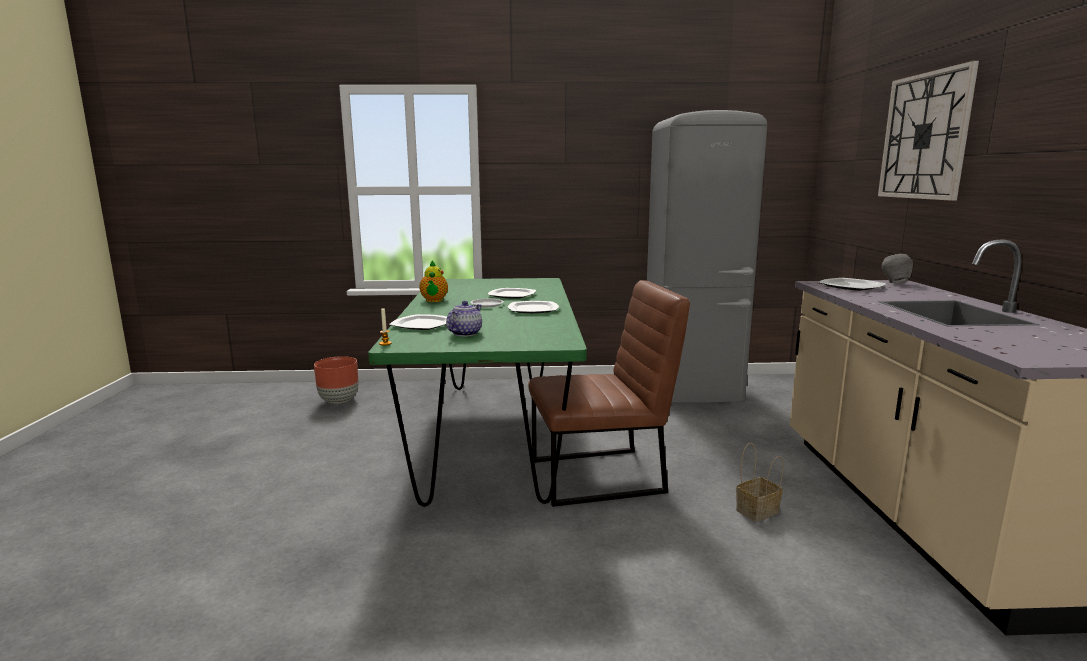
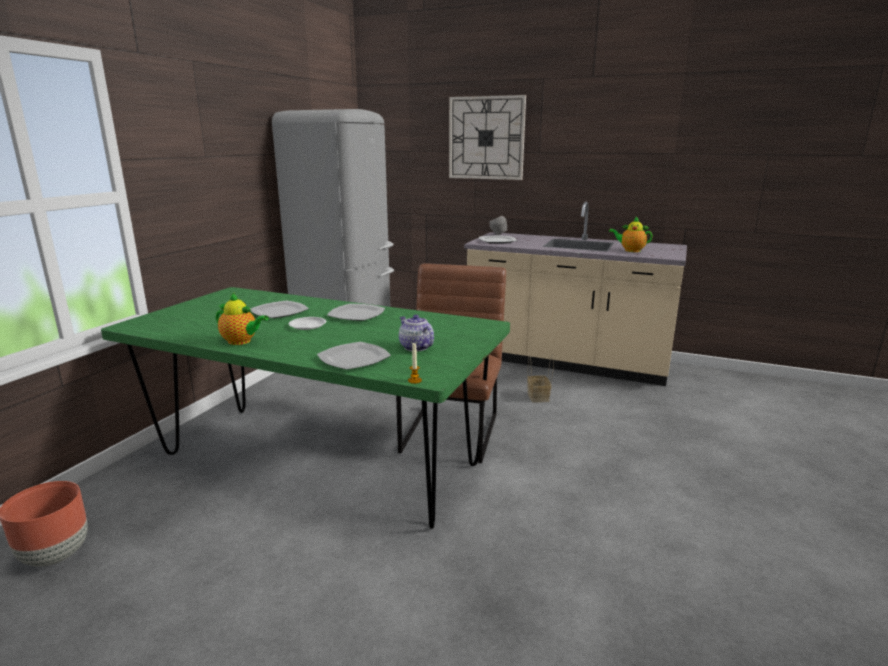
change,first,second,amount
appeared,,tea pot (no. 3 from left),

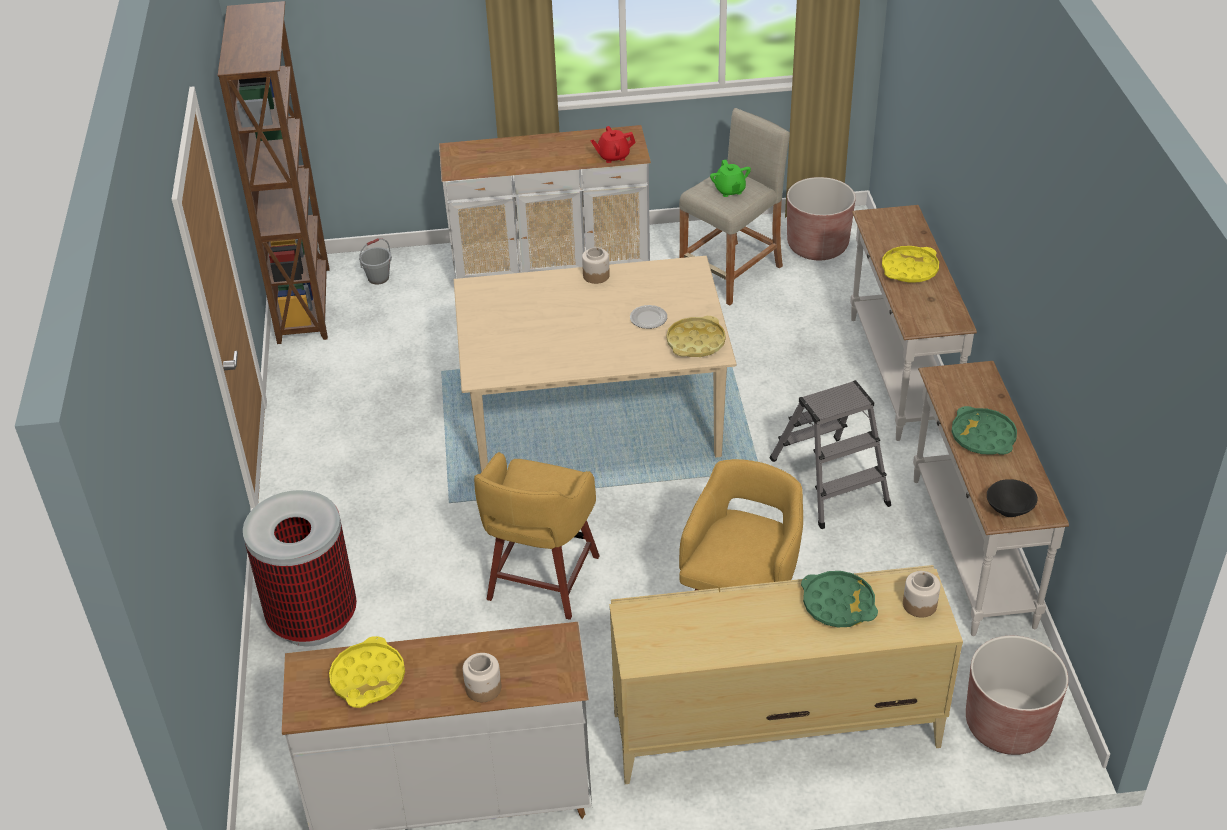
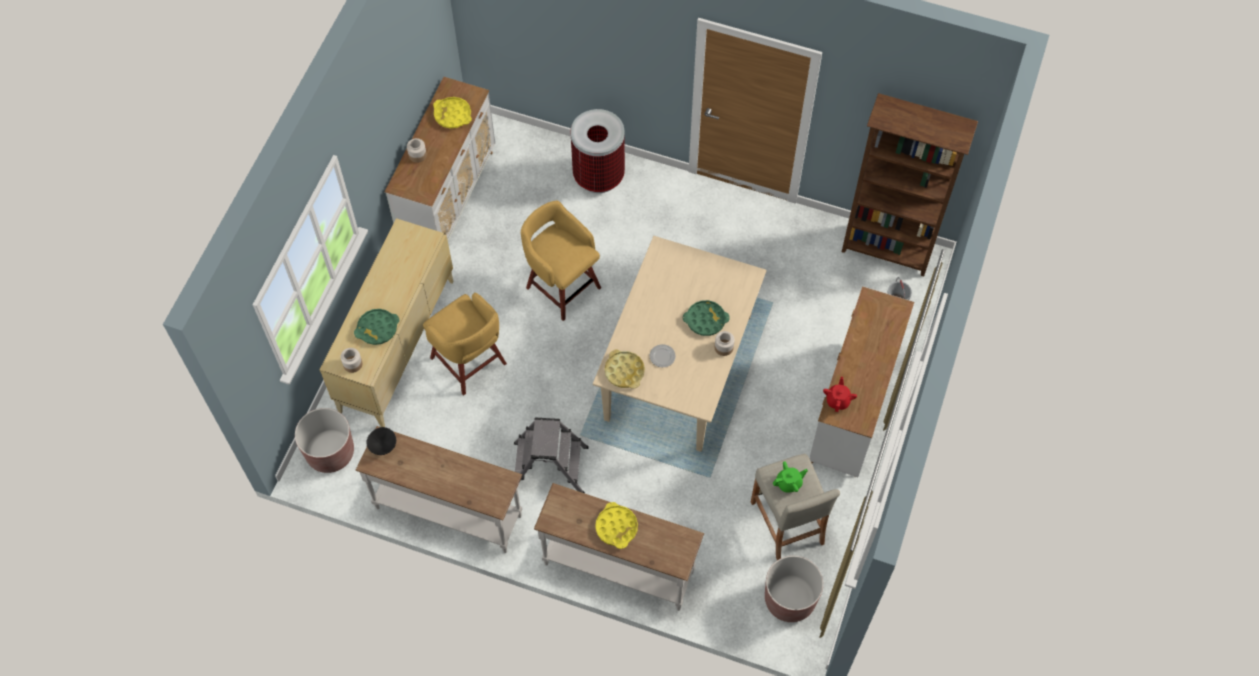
change,first,second,amount
spun,tea pot in greenish,,150 degrees clockwise
relocated,carrying tray in greenish (no. 2 from left),,

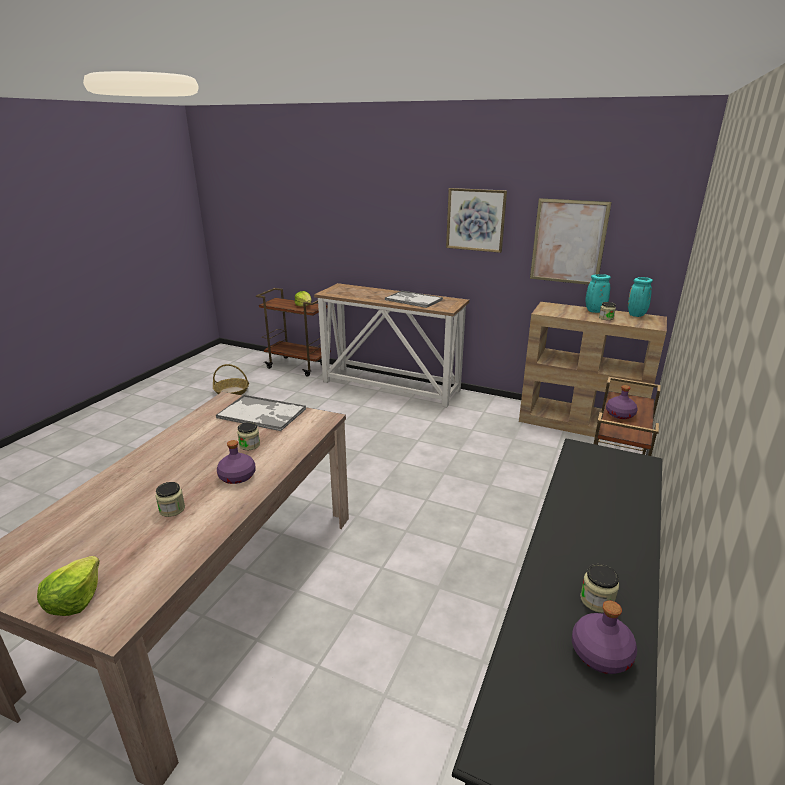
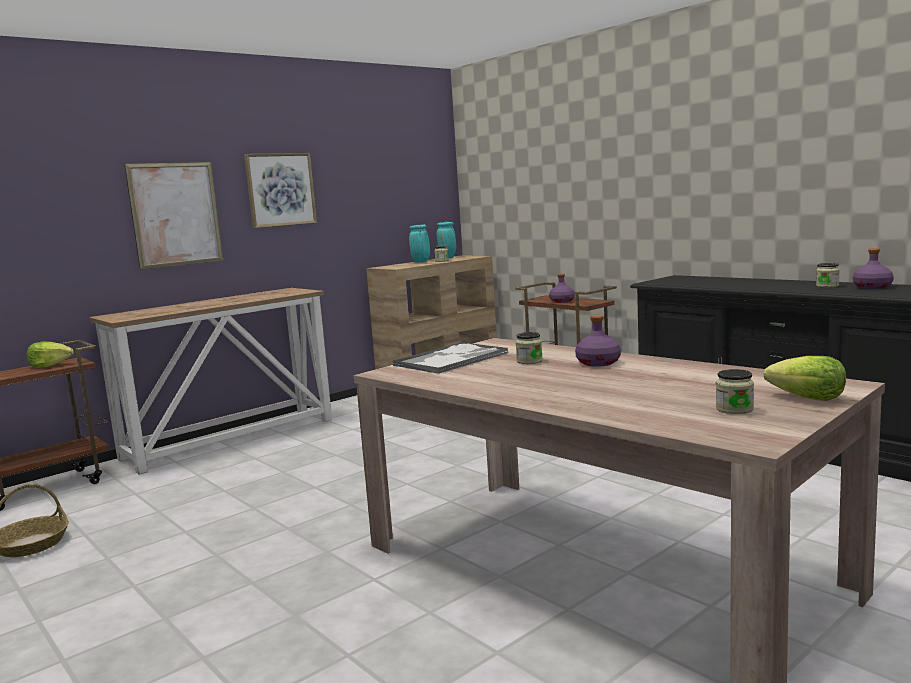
change,first,second,amount
relocated,jar (no. 1 from left in the first image),jar (no. 3 from left),
missing,carrying tray (no. 2 from left),,
relocated,wall art (no. 2 from left in the first image),wall art (no. 1 from left),

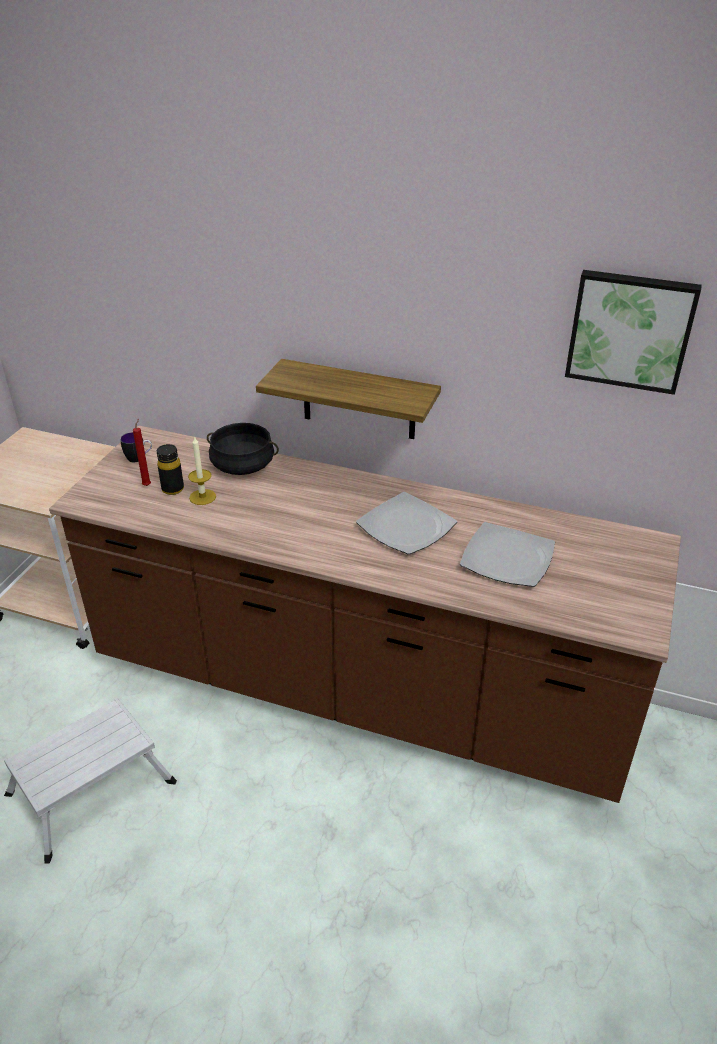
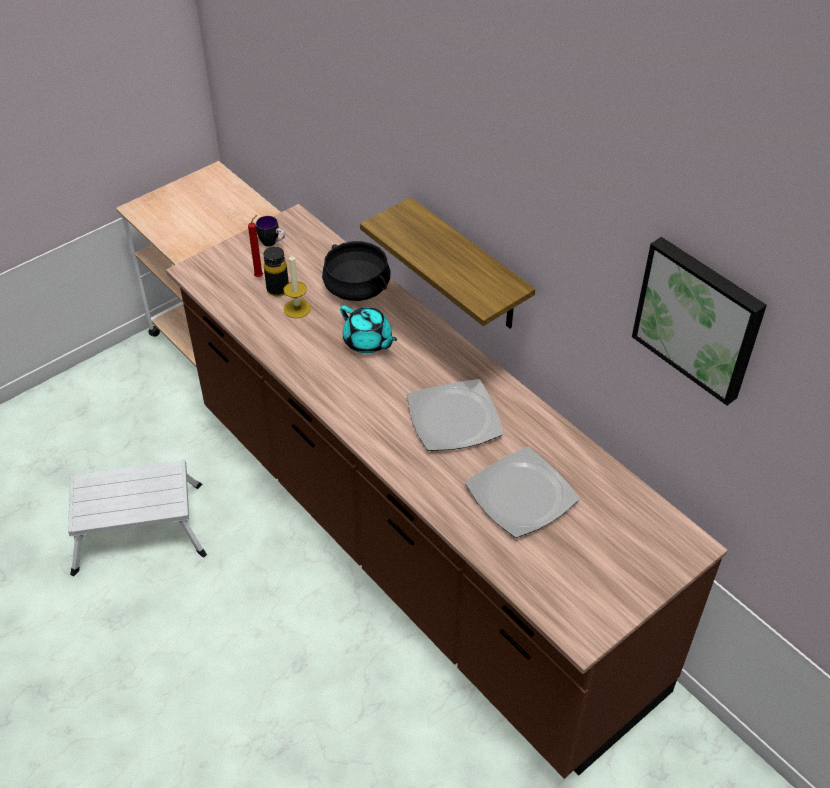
change,first,second,amount
appeared,,tea pot in turquoise,

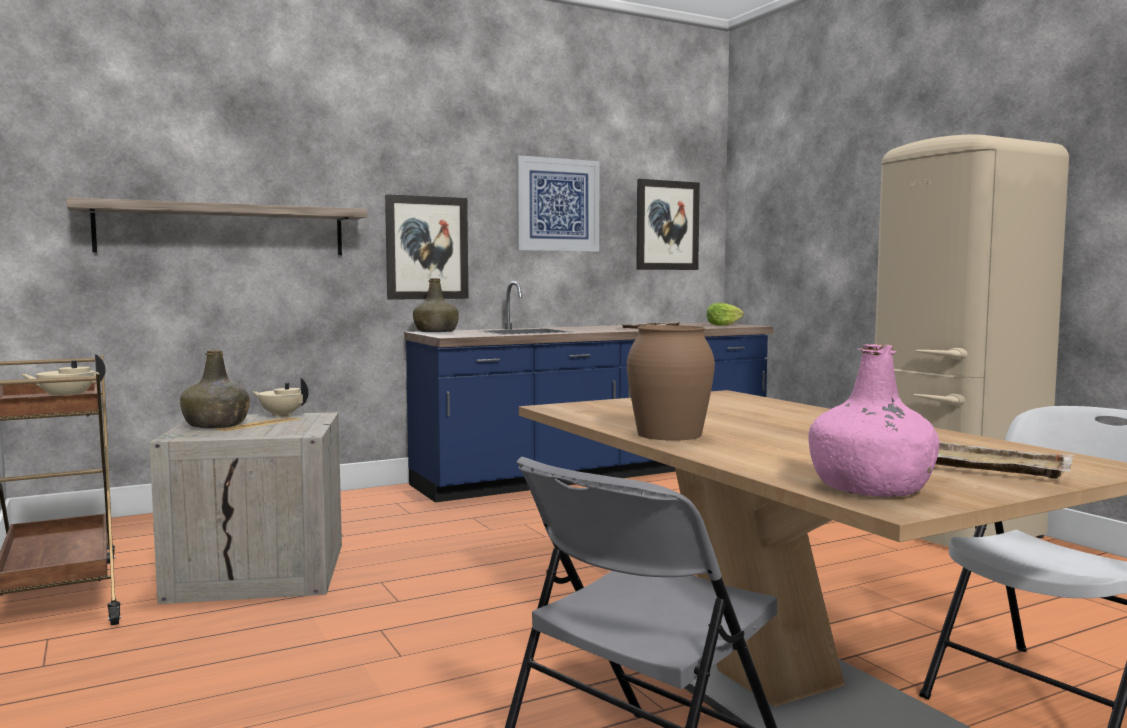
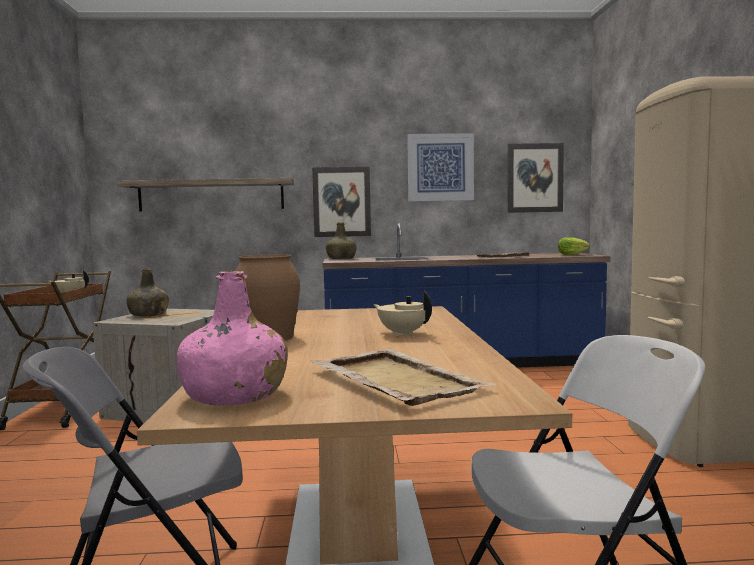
change,first,second,amount
relocated,tea pot in beige (no. 2 from left),,

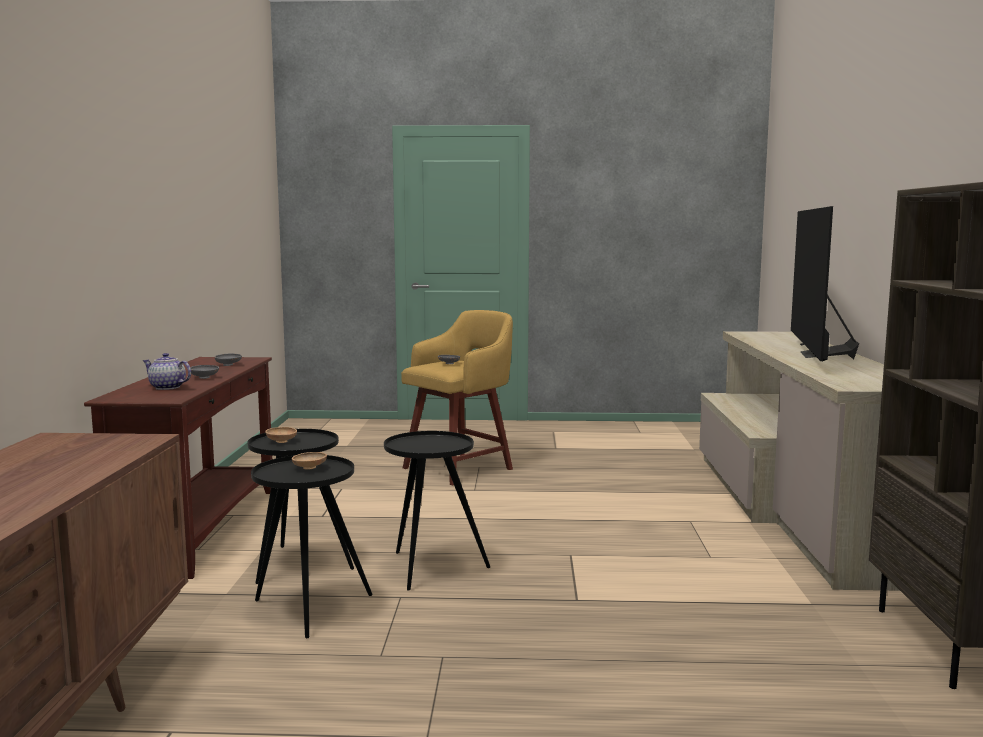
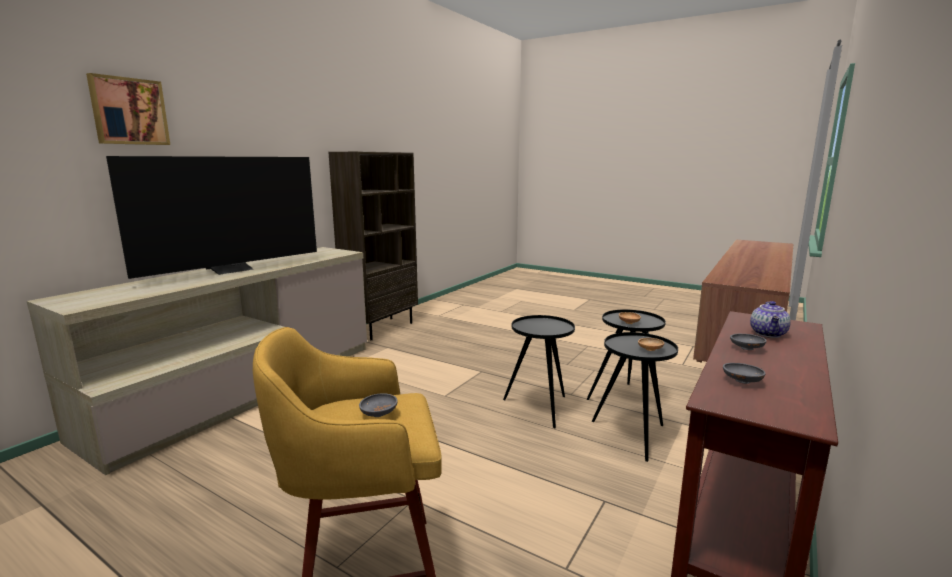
change,first,second,amount
spun,tea pot,,60 degrees clockwise
appeared,,wall art,

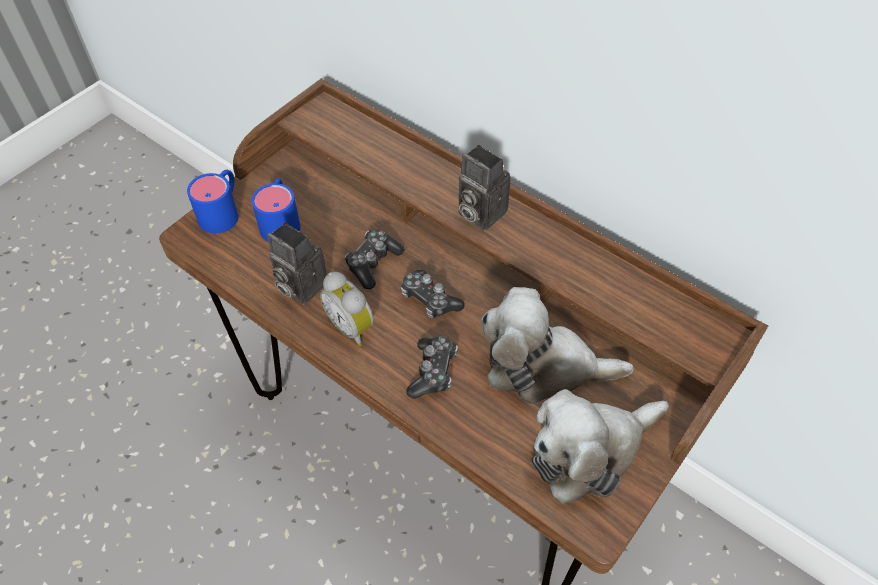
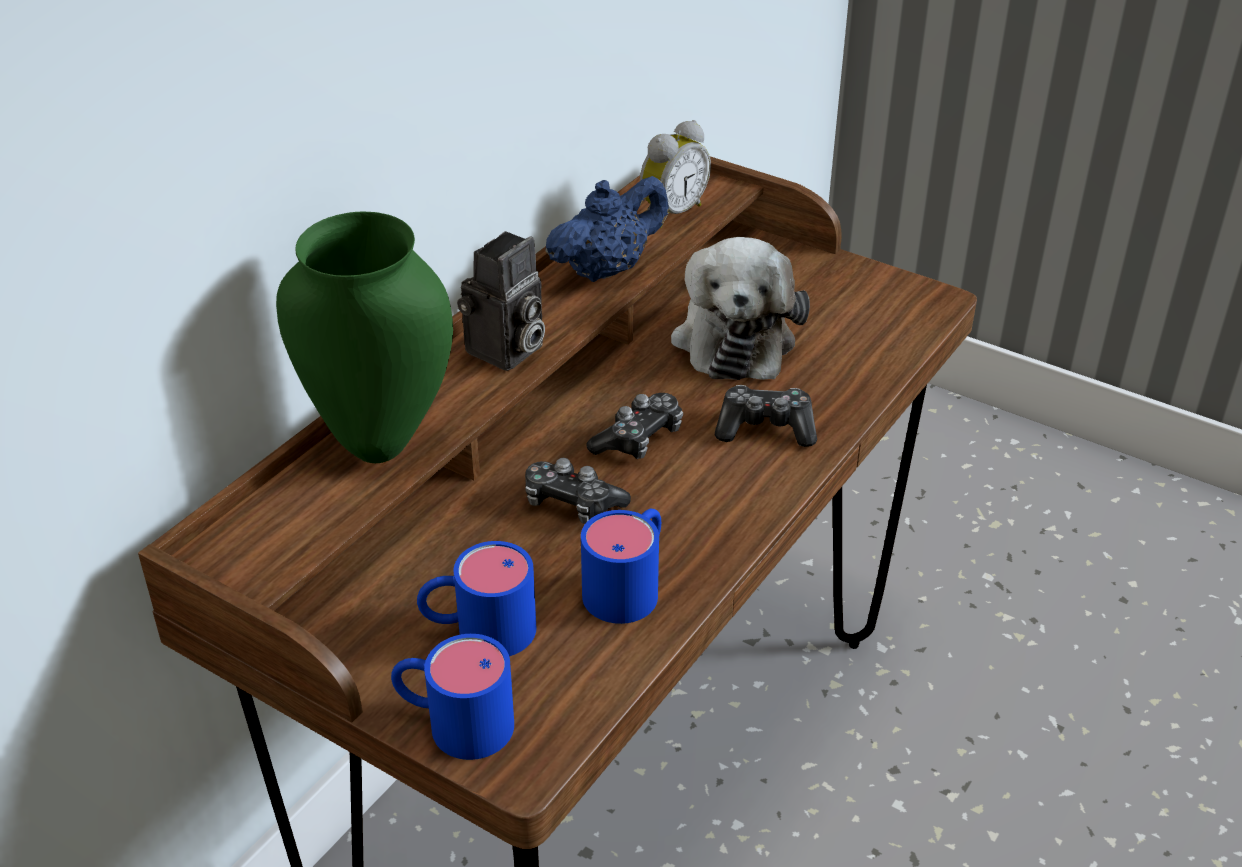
change,first,second,amount
exchanged,still camera (no. 1 from left),tea mug in blue-coloured (no. 3 from left),
relocated,bedside clock,,
missing,cuddly toy (no. 2 from left),,
appeared,,decorative vase in greenish,
appeared,,tea pot in blue-coloured,

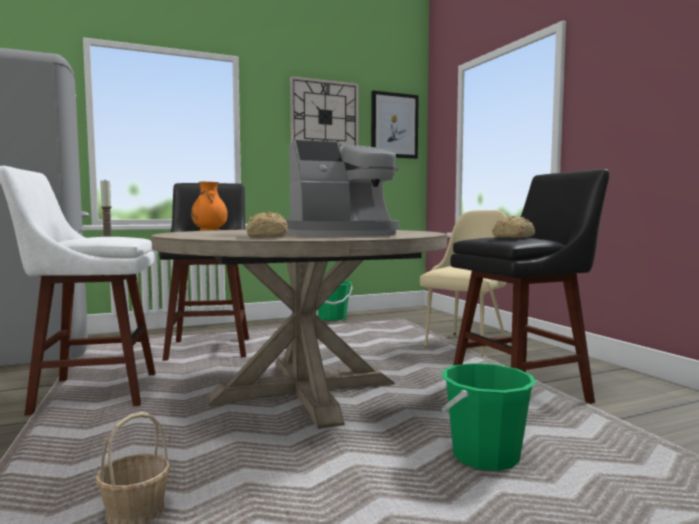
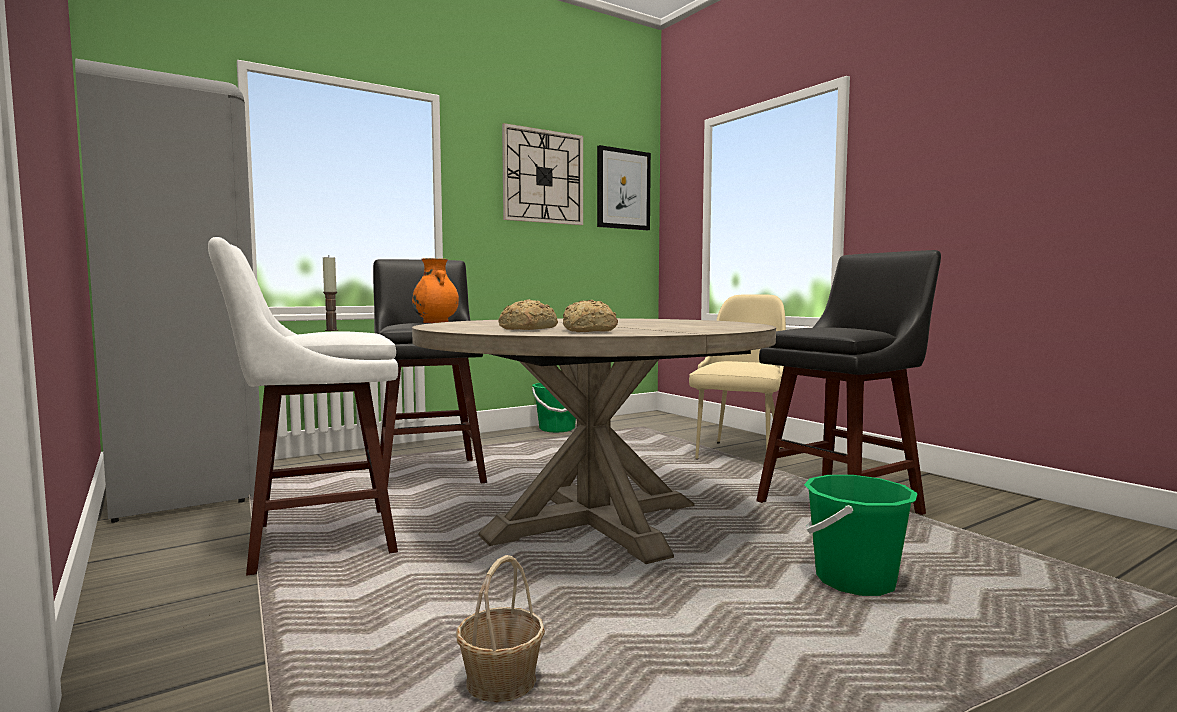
change,first,second,amount
missing,coffee brewer,,
relocated,bakery bread (no. 2 from left in the first image),bakery bread (no. 1 from left),

